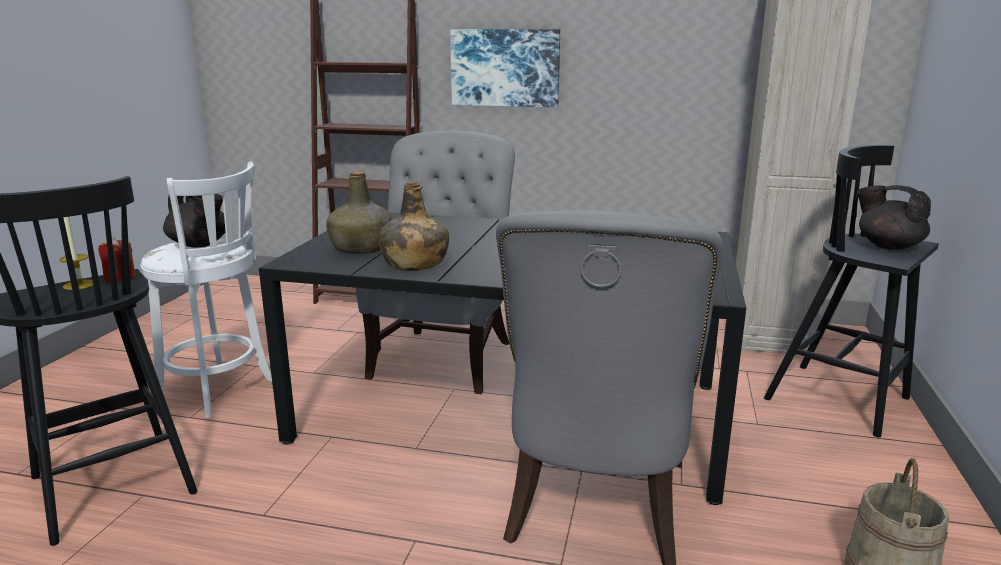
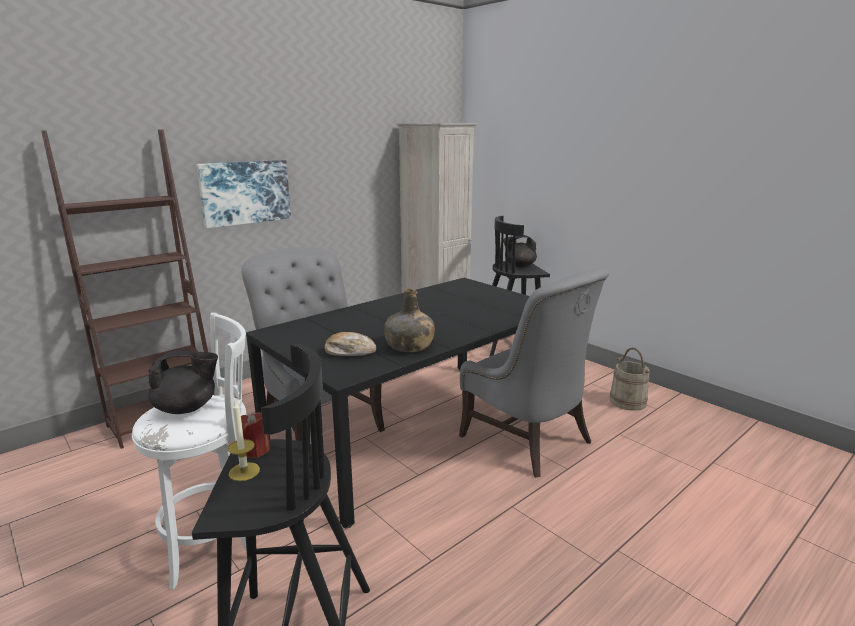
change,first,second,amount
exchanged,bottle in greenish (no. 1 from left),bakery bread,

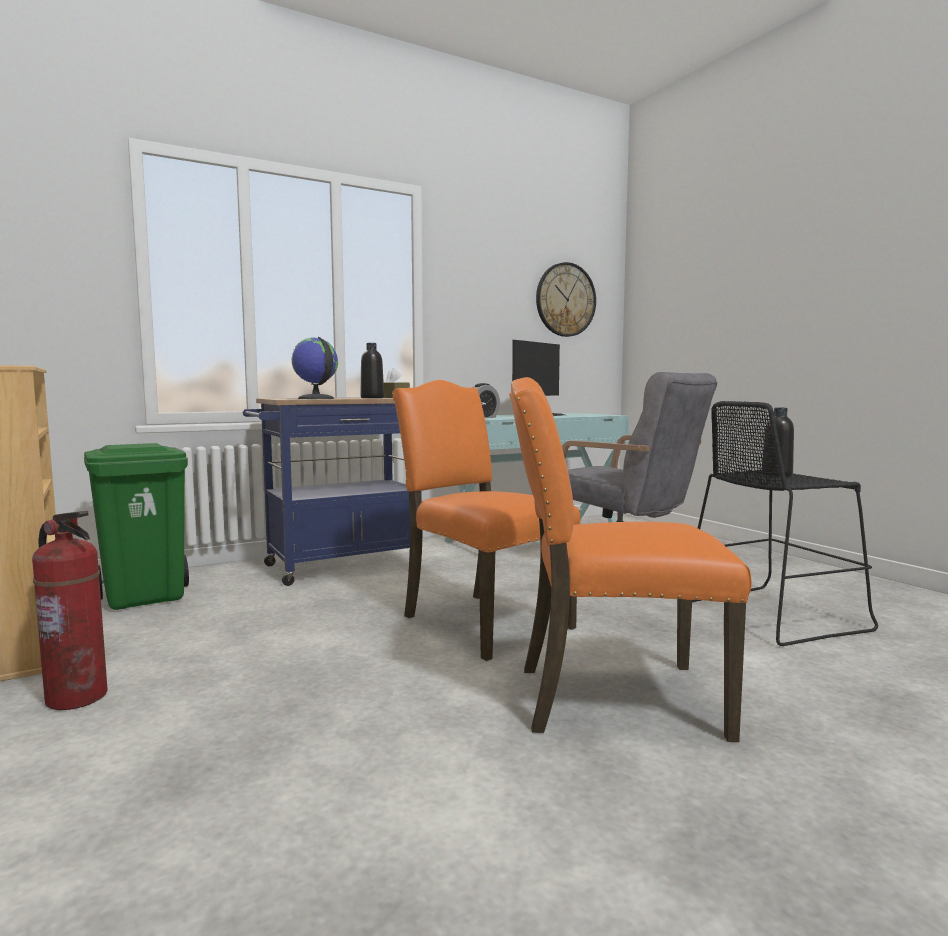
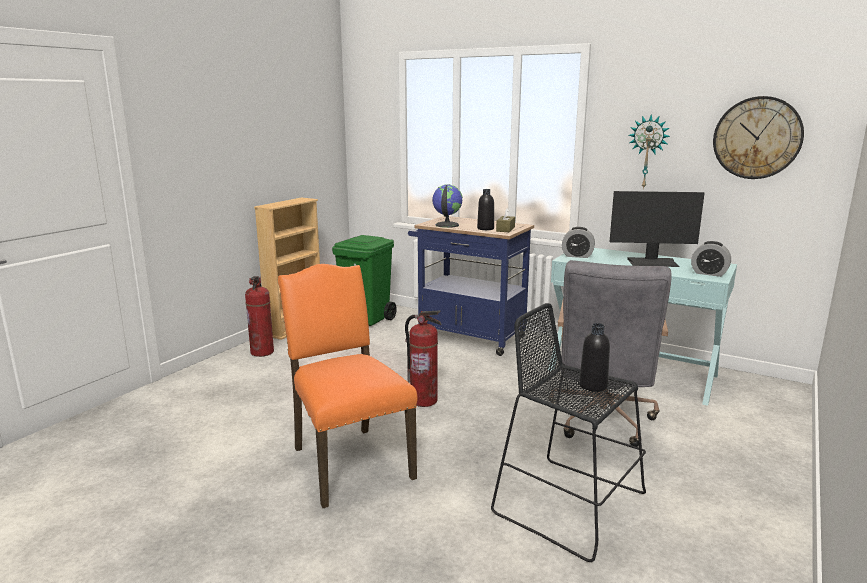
change,first,second,amount
exchanged,plain chair in orange (no. 1 from left),extinguisher (no. 2 from left),
appeared,,wall clock (no. 1 from left),
appeared,,bedside clock (no. 2 from left),

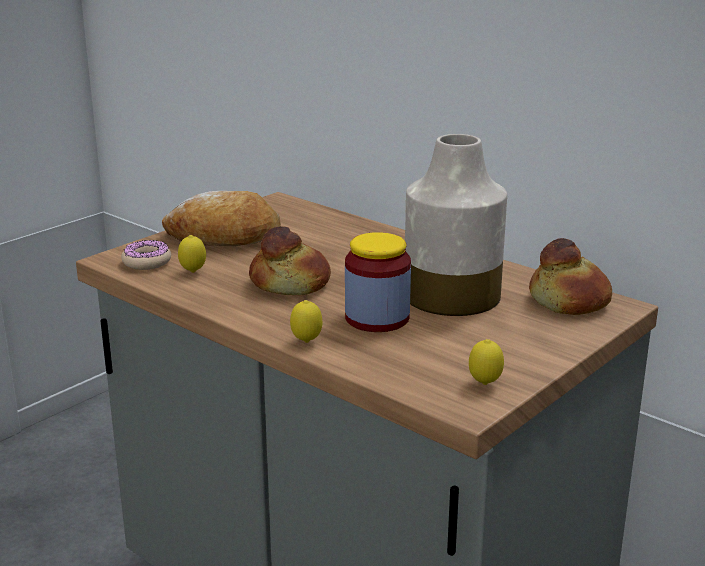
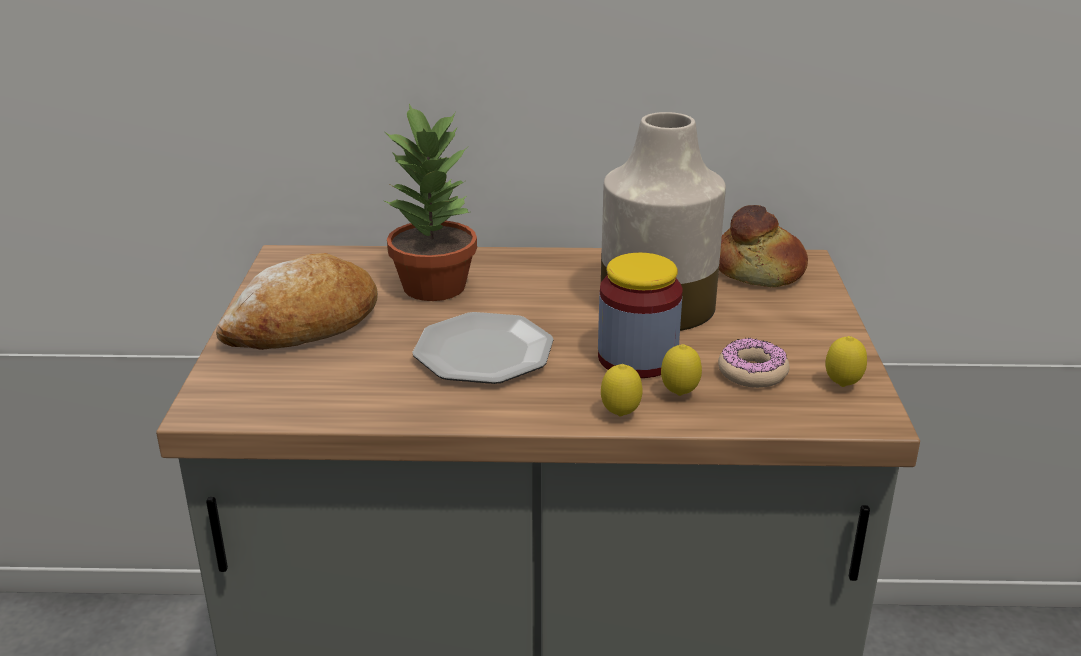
change,first,second,amount
relocated,doughnut,,
relocated,citrus fruit (no. 1 from left in the first image),citrus fruit (no. 2 from left),
exchanged,bakery bread (no. 2 from left),plate,
appeared,,plant in a pot,

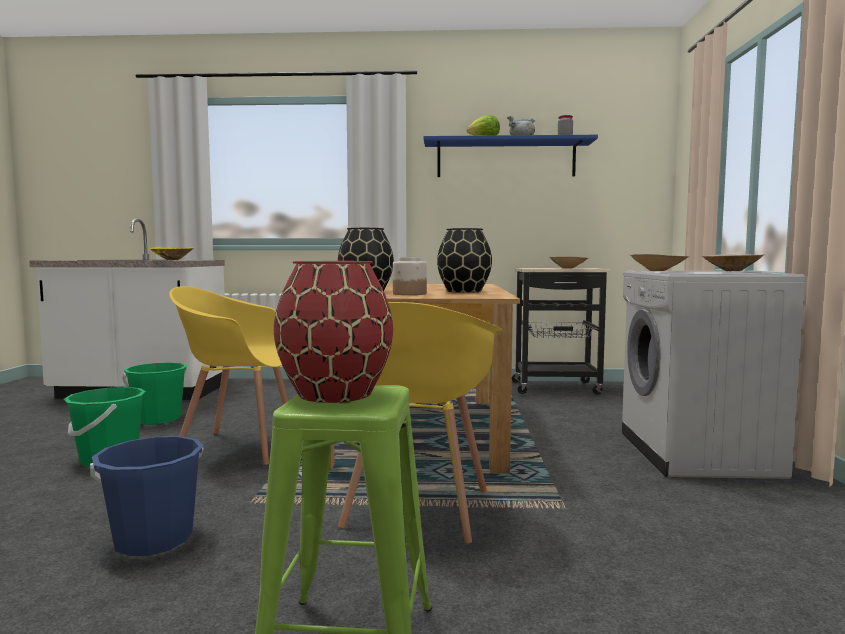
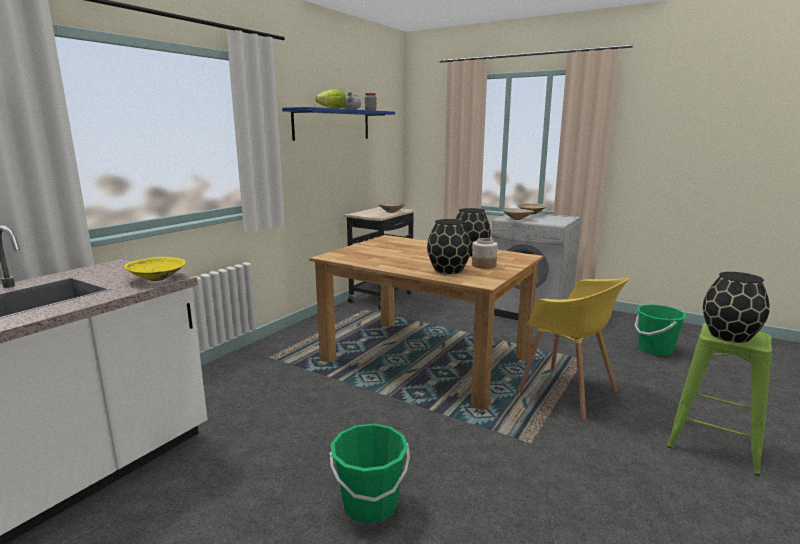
change,first,second,amount
missing,pail in blue-coloured,,
relocated,pail in greenish (no. 2 from left),,
missing,plain chair in yellow (no. 1 from left),,
colour,decorative vase in red-coloured,decorative vase in black-coloured (no. 3 from left),

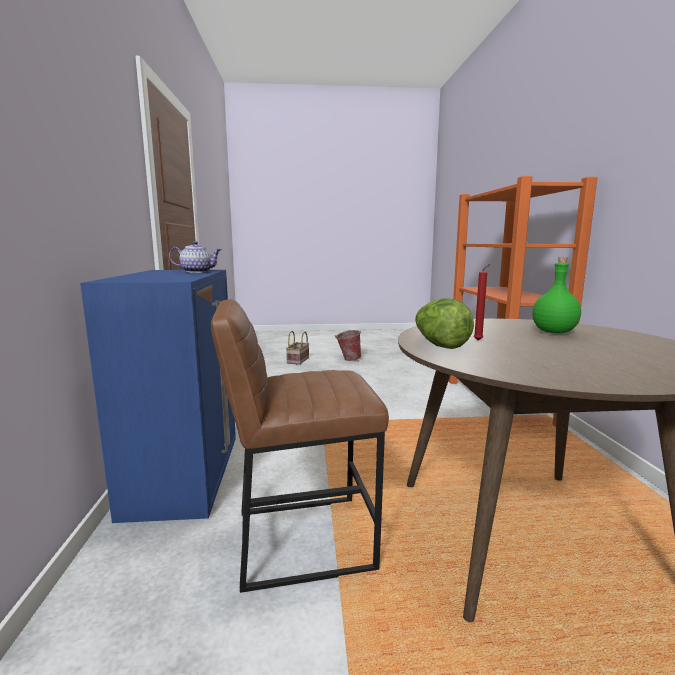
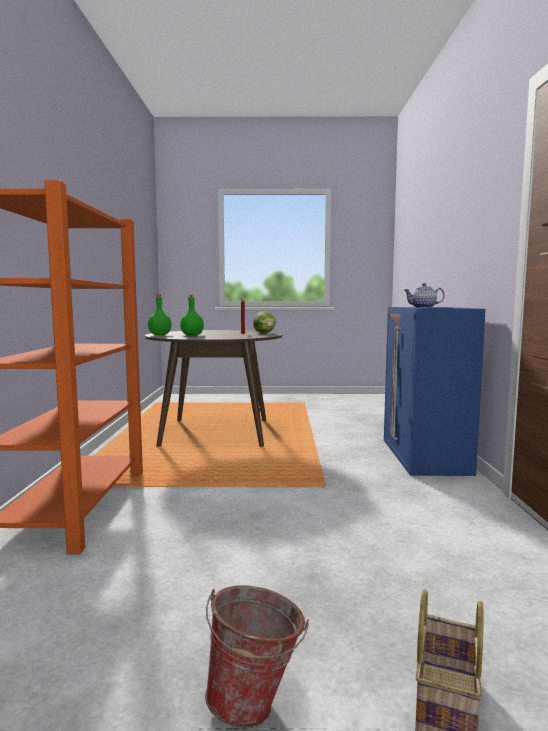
change,first,second,amount
missing,plain chair in brownish,,
appeared,,bottle in greenish (no. 1 from left),

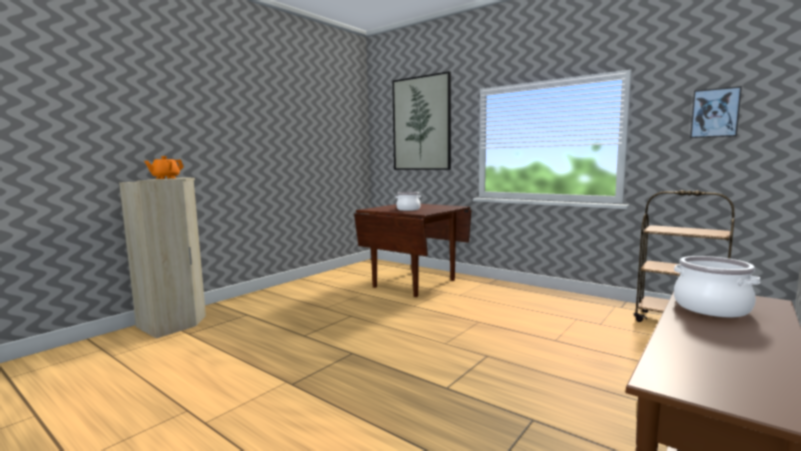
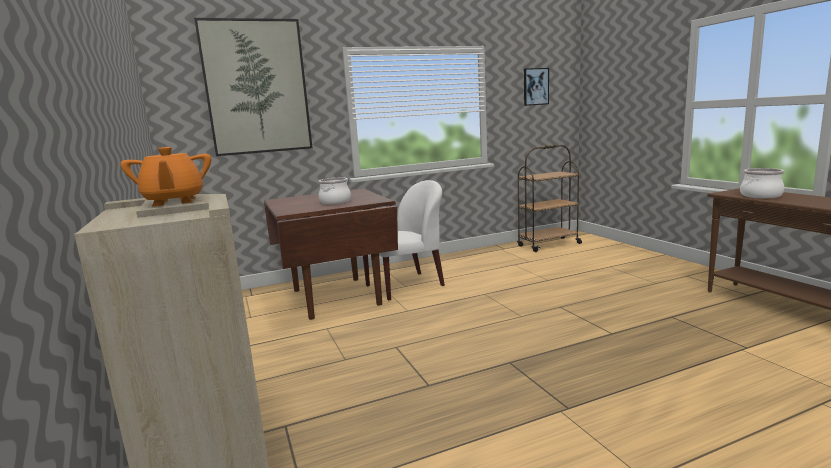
change,first,second,amount
appeared,,plain chair in whitish,

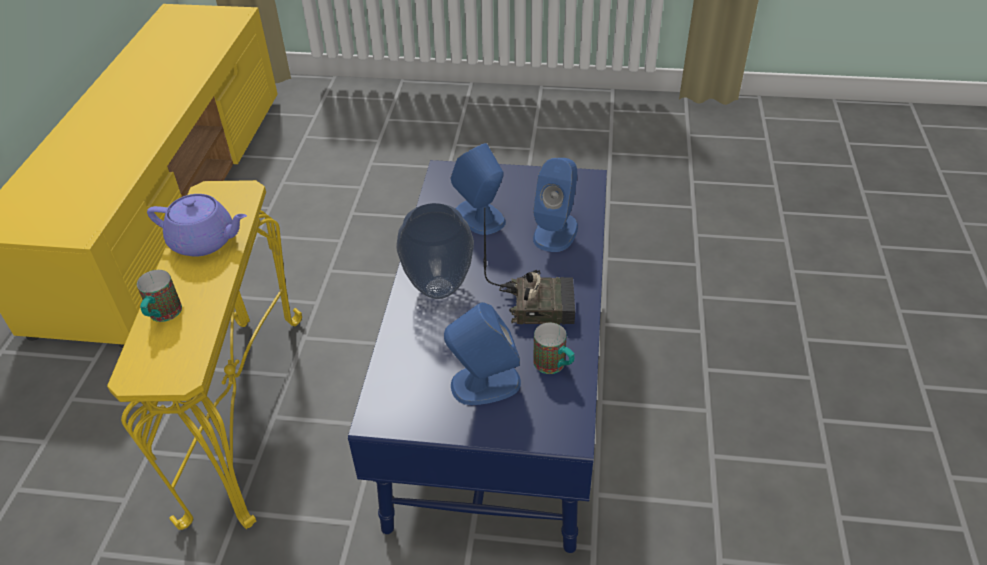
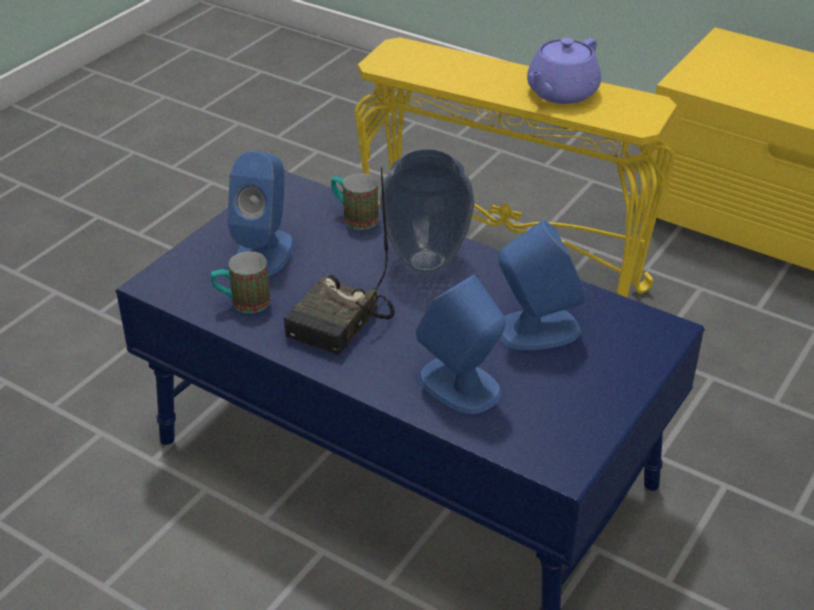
change,first,second,amount
relocated,tea mug (no. 1 from left in the first image),tea mug (no. 2 from left),

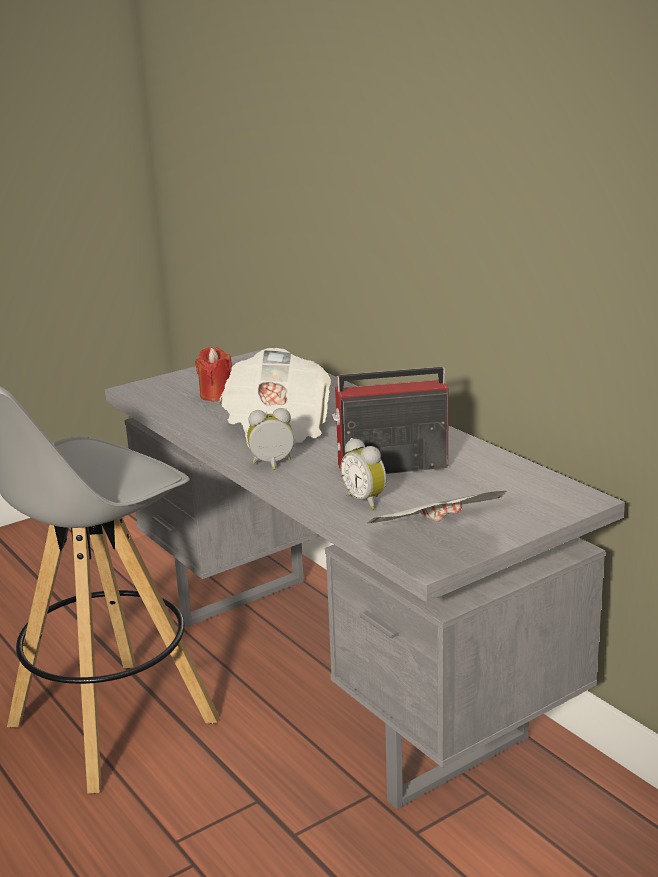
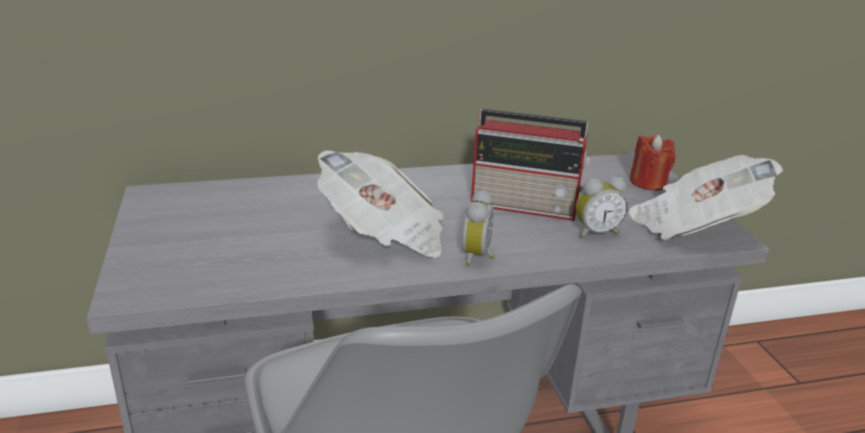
change,first,second,amount
relocated,wax light in red-coloured,,
spun,radio receiver,,90 degrees counterclockwise

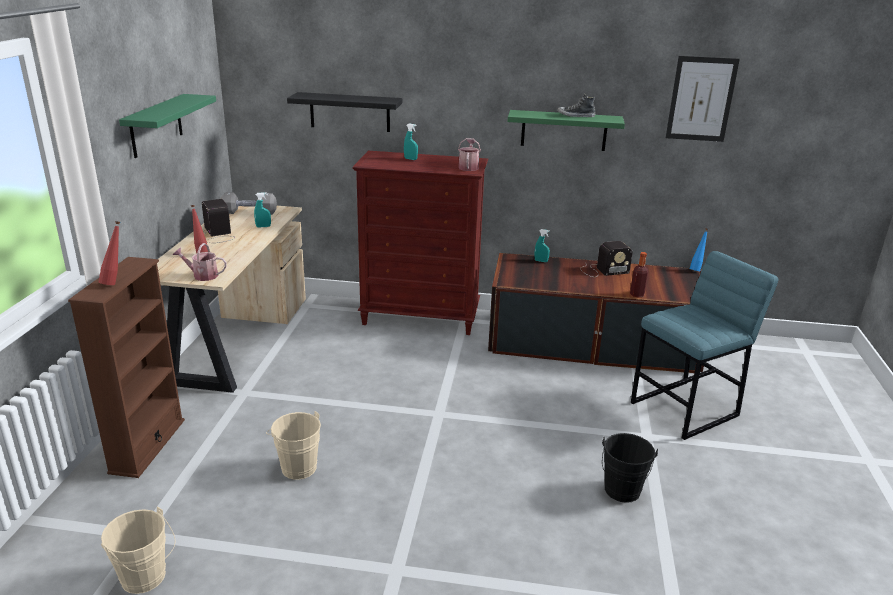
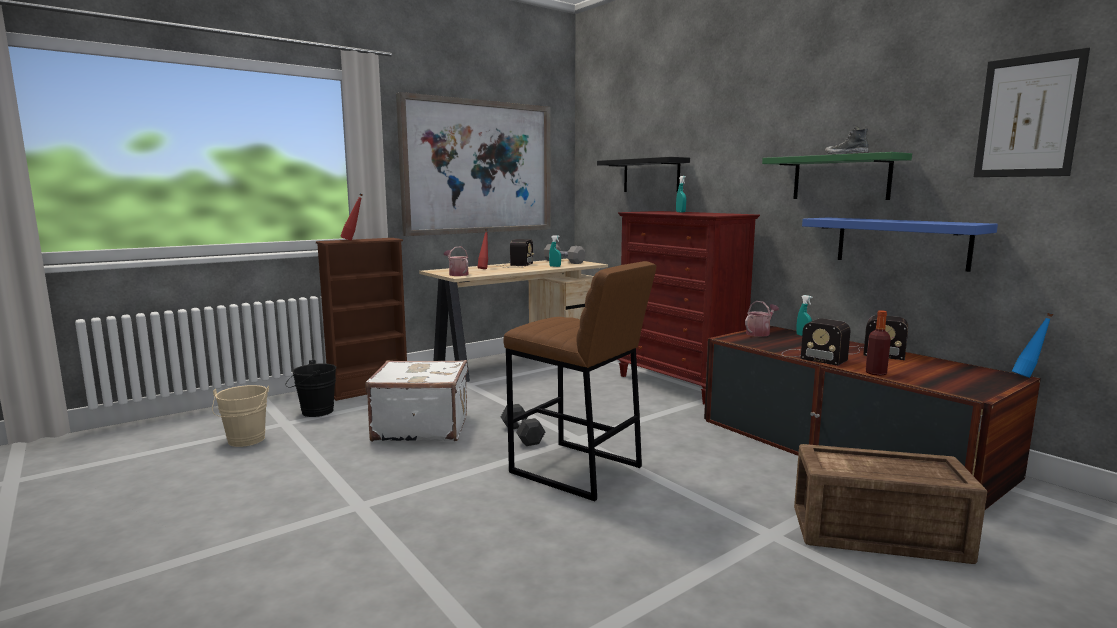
change,first,second,amount
exchanged,shelf in greenish (no. 1 from left),wall art (no. 1 from left),
exchanged,pail in beige (no. 2 from left),suitcase in whitish,
relocated,watering pot (no. 2 from left),,
relocated,pail in black-coloured,,
exchanged,stool seat in blue-coloured,shipping crate,
appeared,,hand weight in greyish (no. 1 from left),
appeared,,stool seat in brownish,
appeared,,radio receiver (no. 2 from left),
appeared,,shelf in blue-coloured,

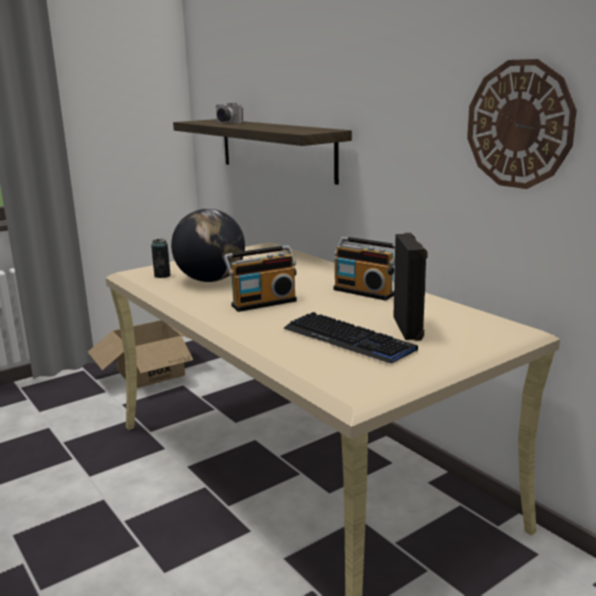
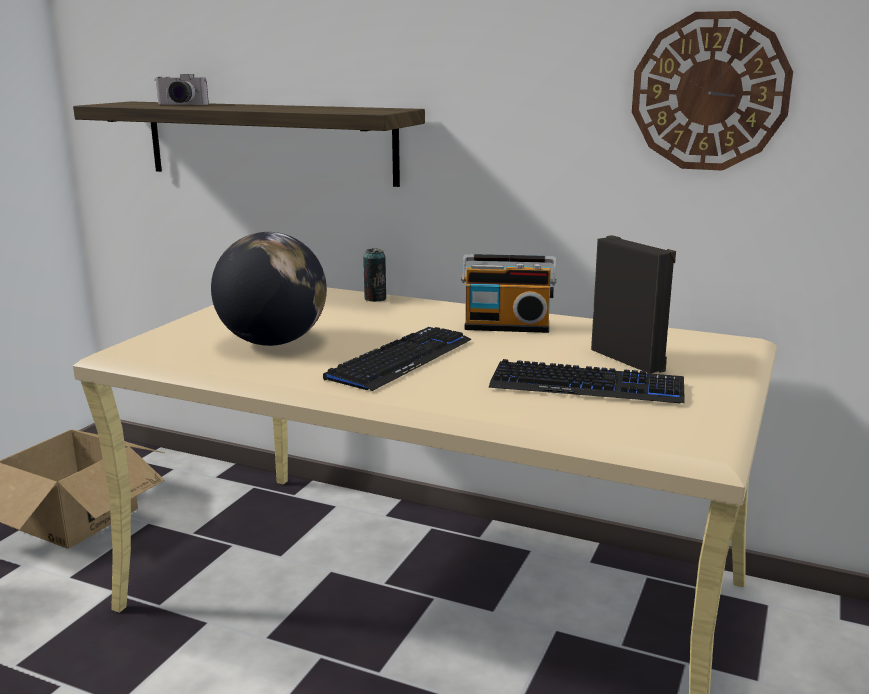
change,first,second,amount
relocated,metal can,,
exchanged,radio receiver (no. 1 from left),keyboard (no. 1 from left),

